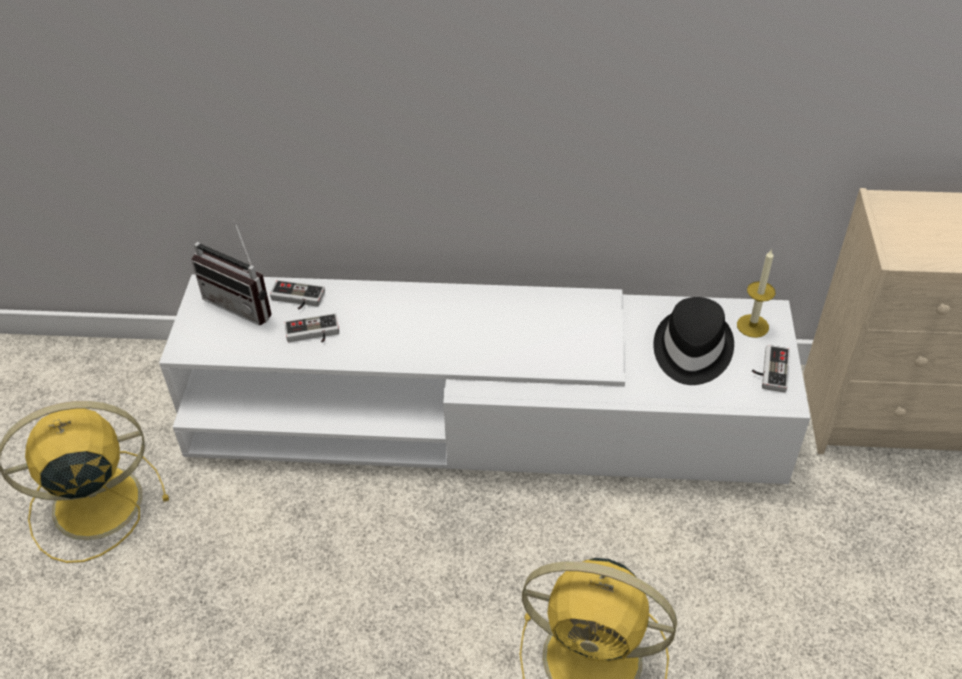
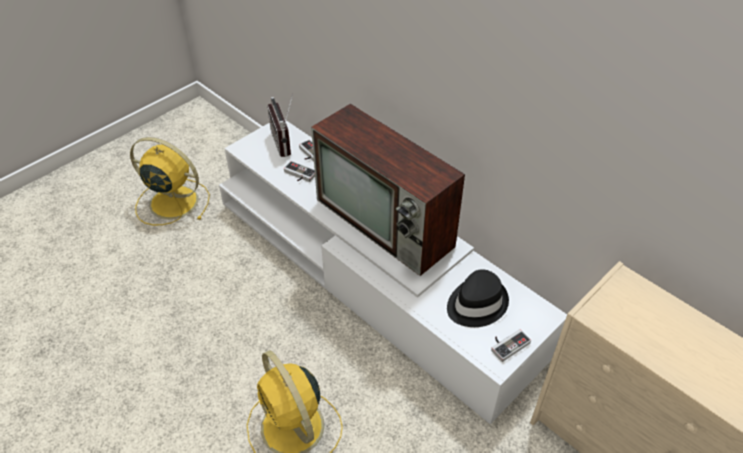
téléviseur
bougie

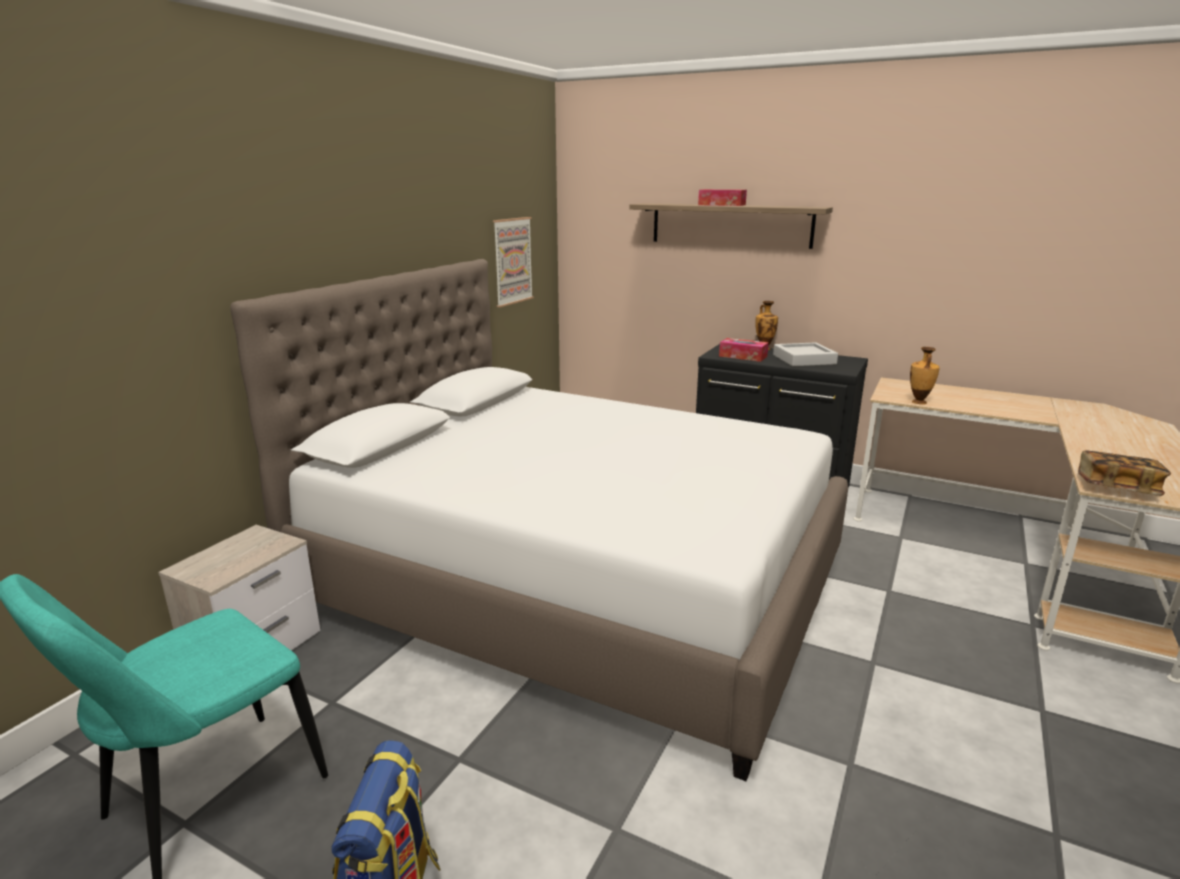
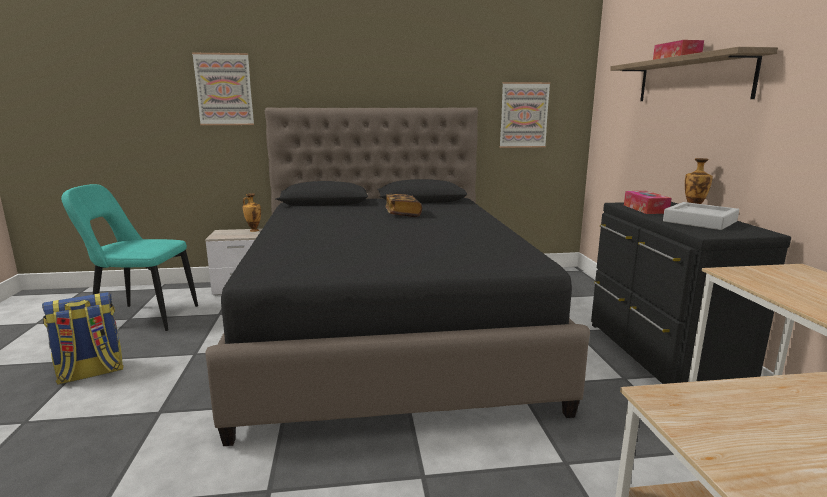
tableau (1st from left)
lit (noir)
vase (1st from left)
livre

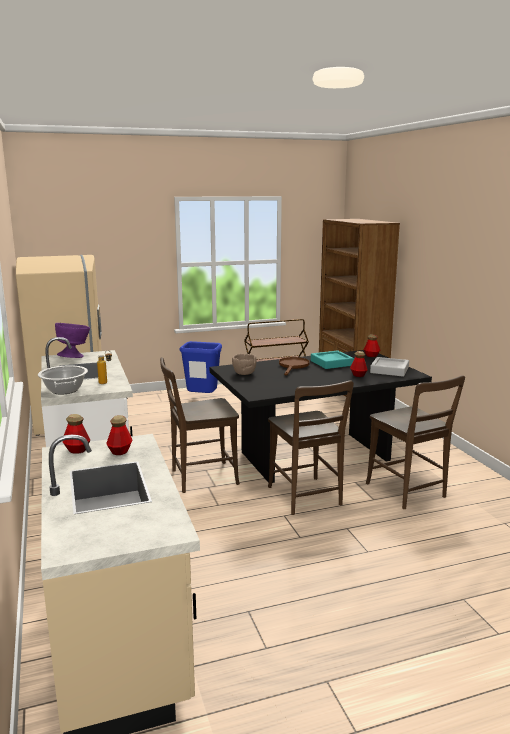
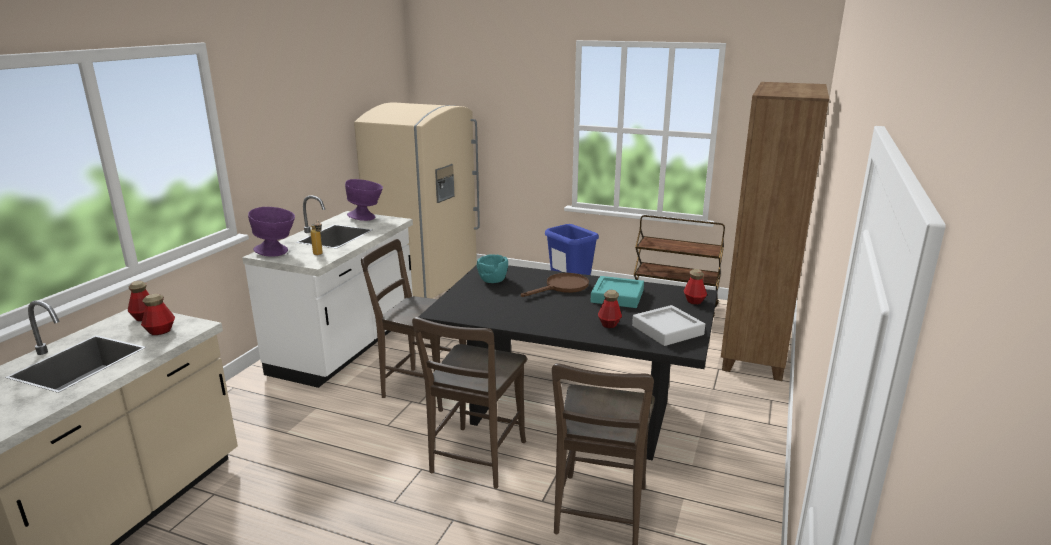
bol (violet) (1st from left)
bol (turquoise)

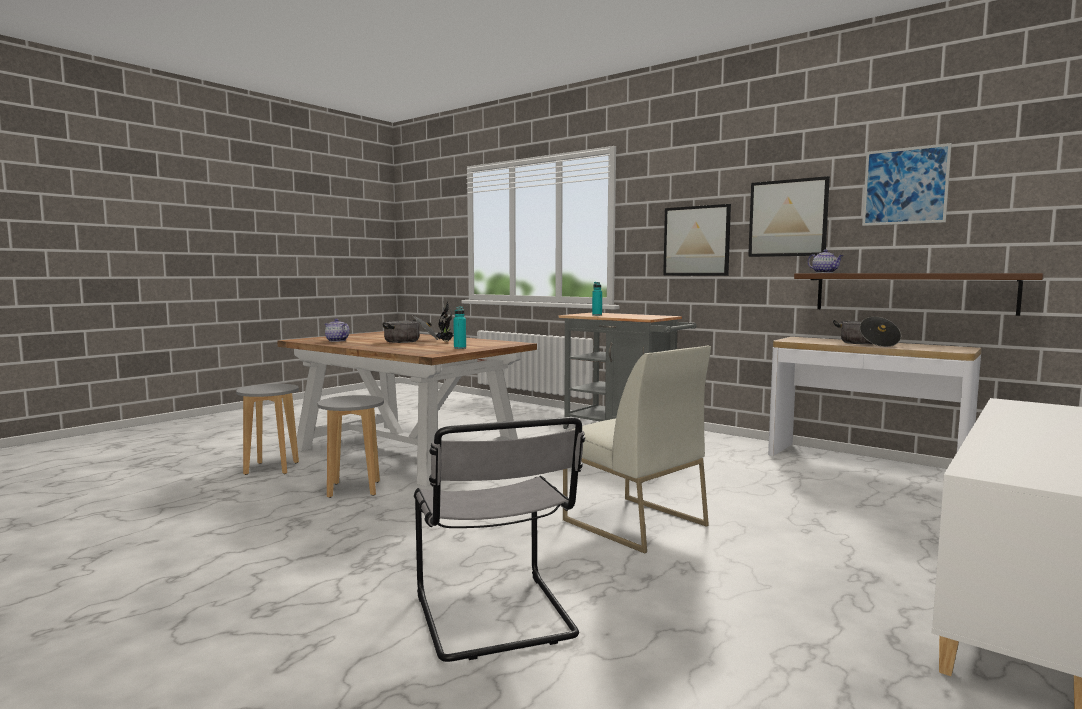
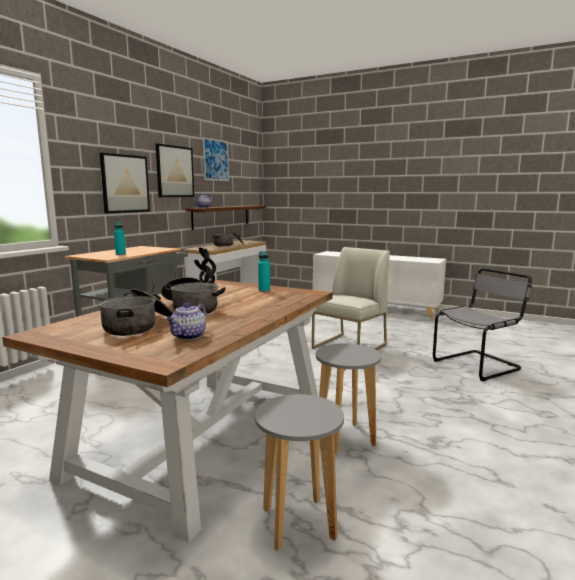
marmite (1st from left)

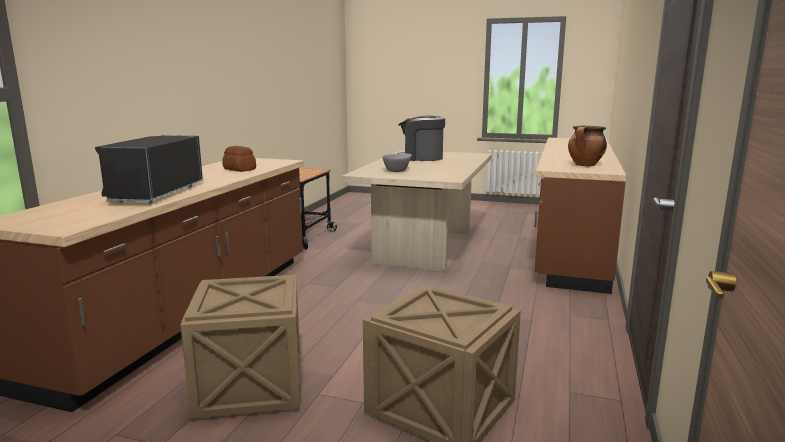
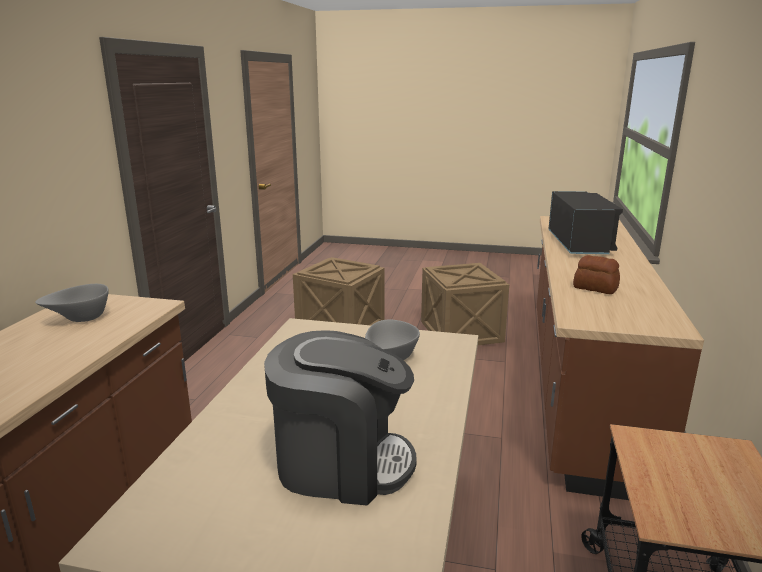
bol (gris) (1st from left)

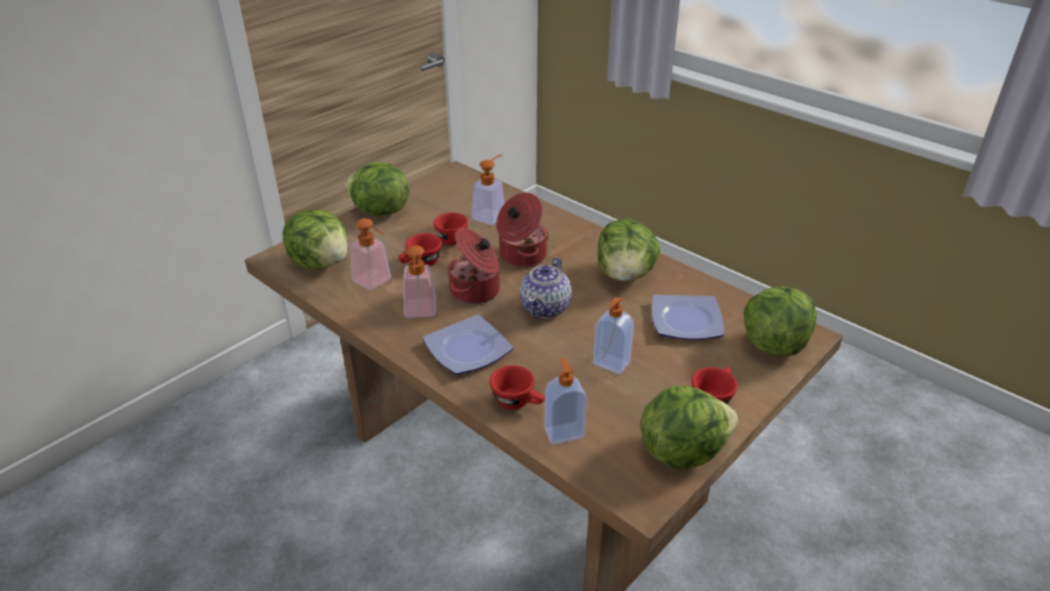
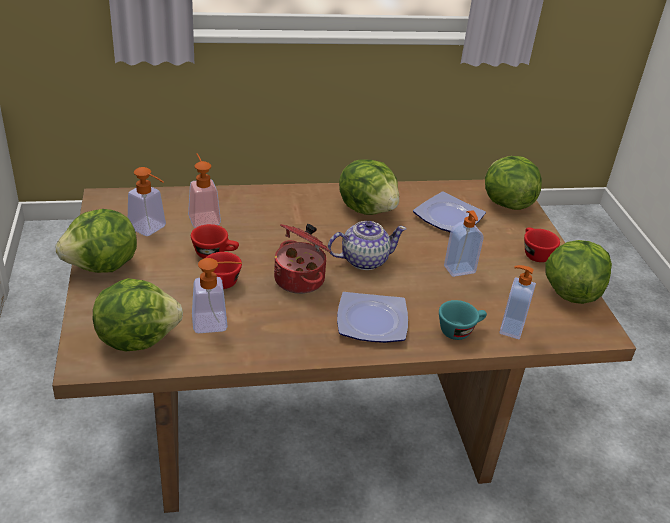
distributeur de savon (1st from left)
théière
tasse (turquoise)
marmite (2nd from left in the first image)

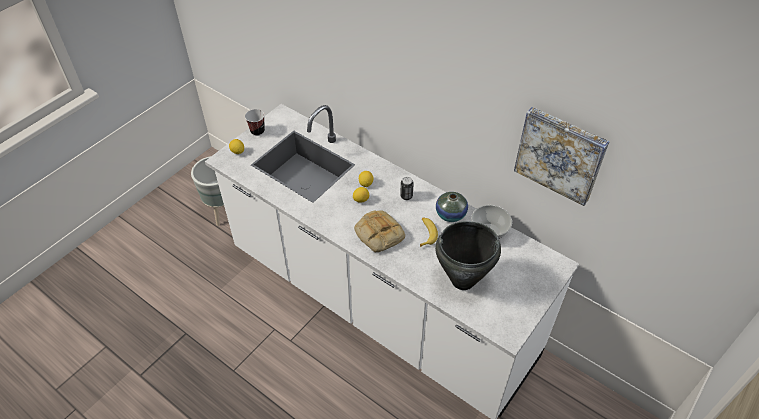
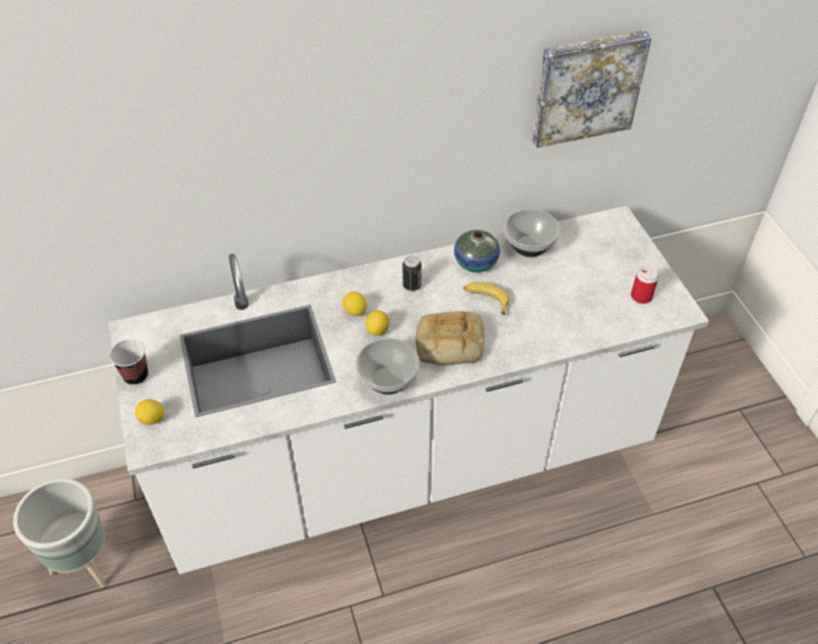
bol (1st from left)
boîte métallique (2nd from left)
marmite (noir)

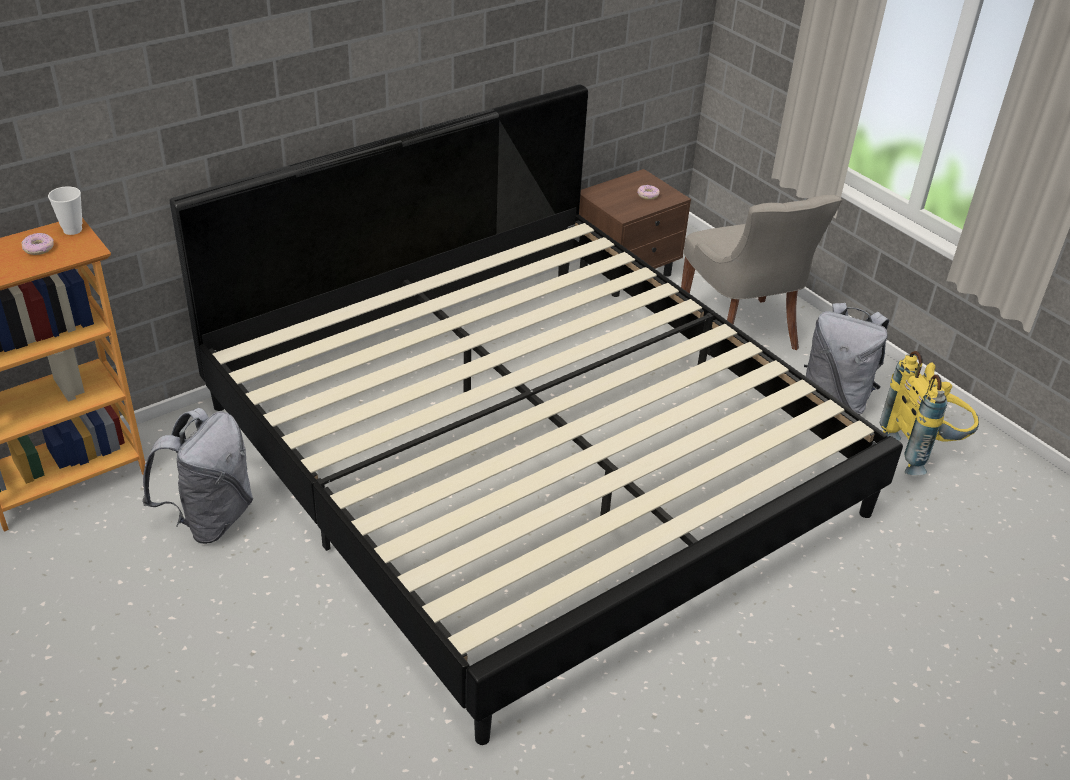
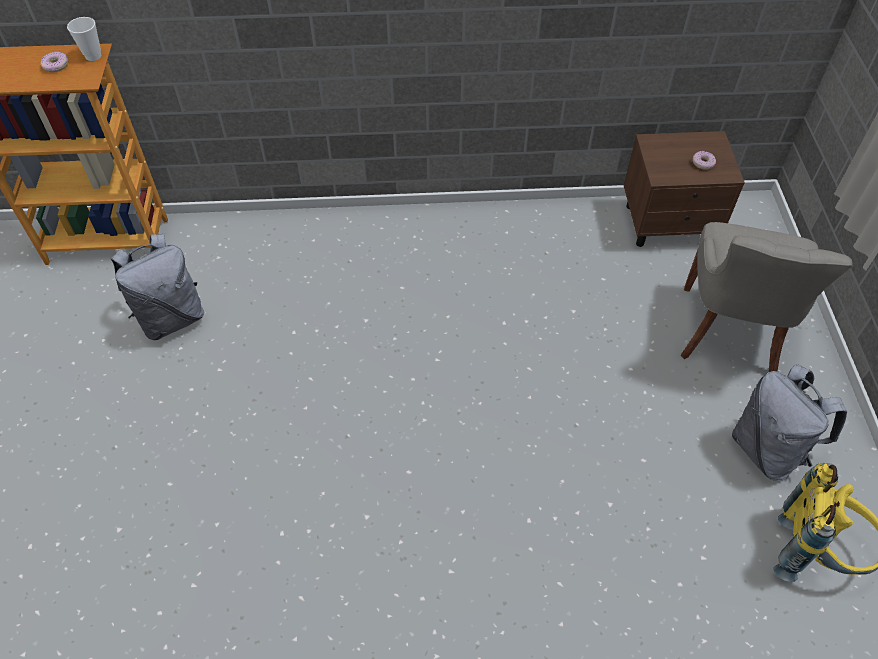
lit

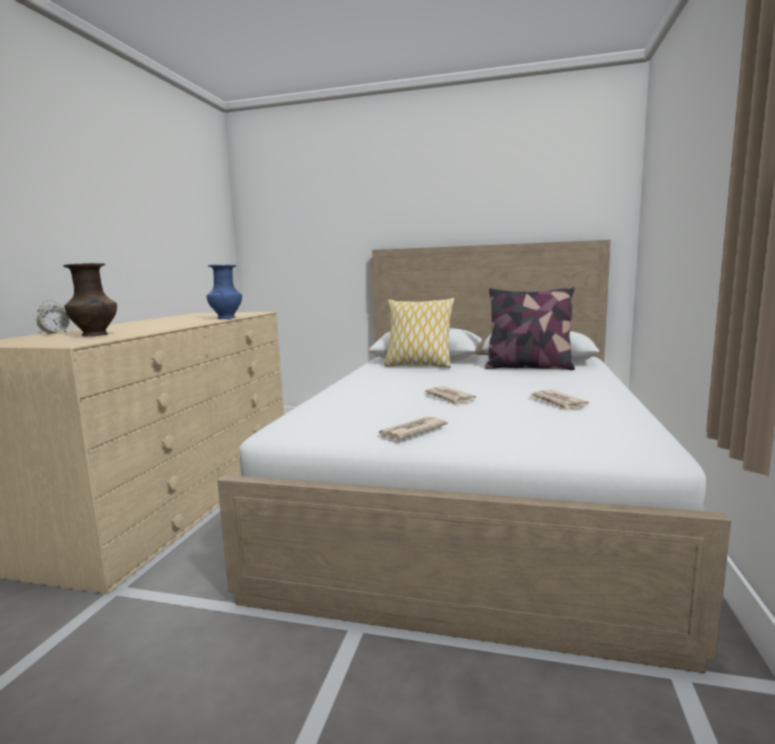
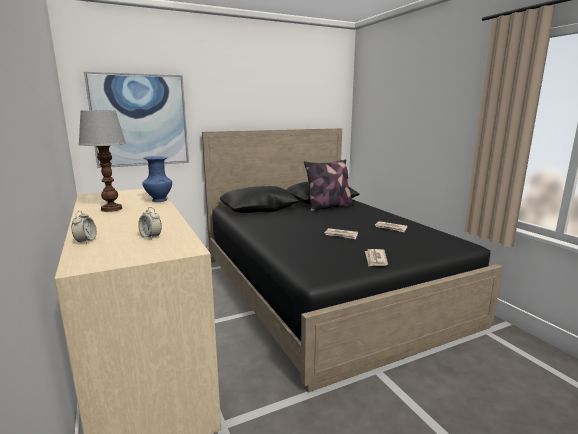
lampe de table
tableau
réveil (2nd from left)
lit (noir)
coussin (1st from left in the first image)

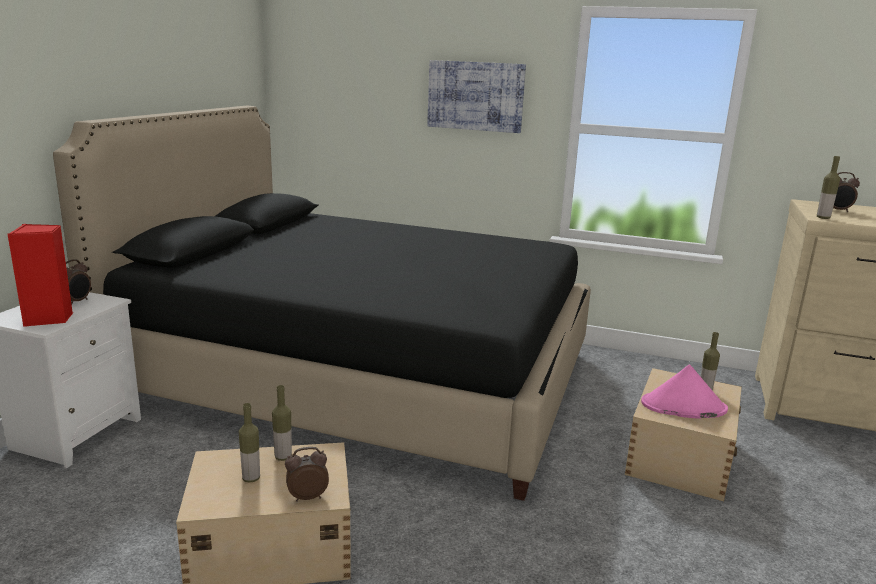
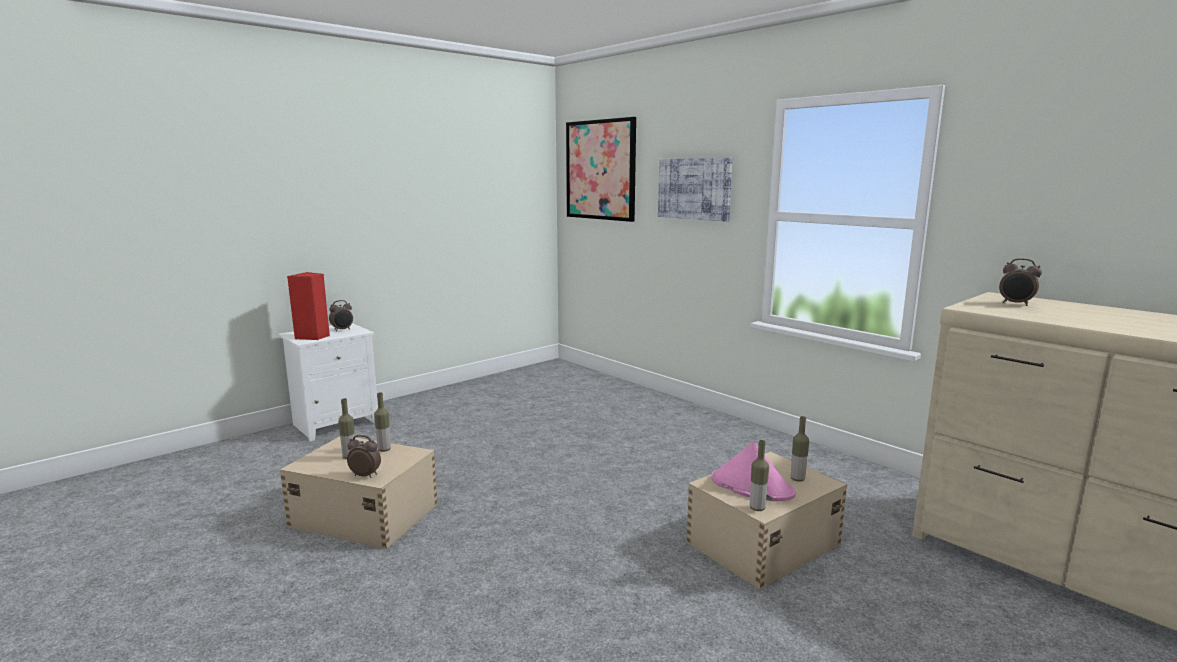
tableau (1st from left)
bouteille (3rd from left)
lit (noir)

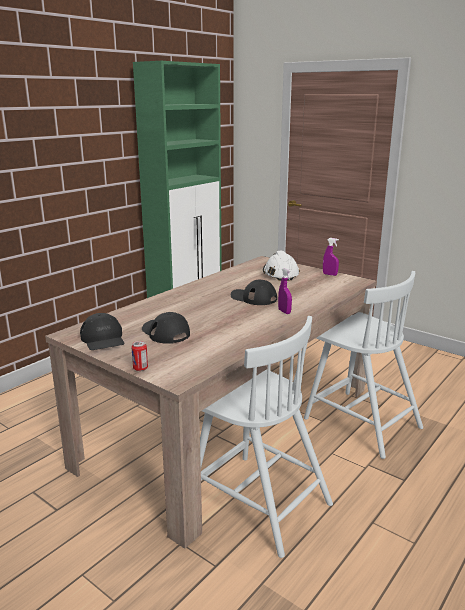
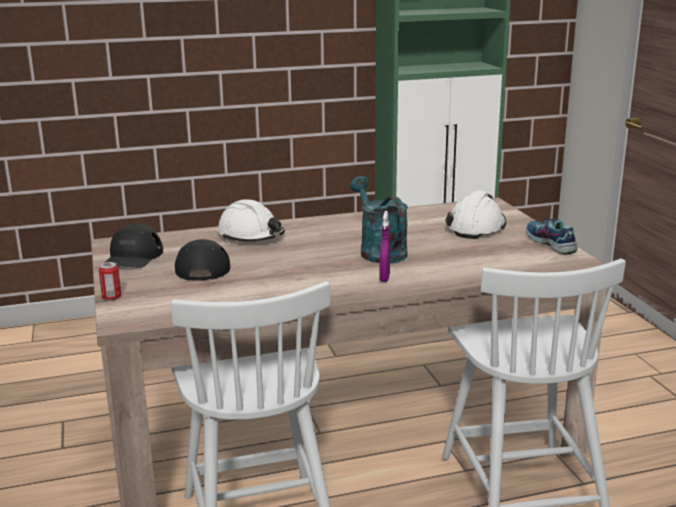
casque de chantier (blanc) (1st from left)
arrosoir (turquoise)
chaussure

